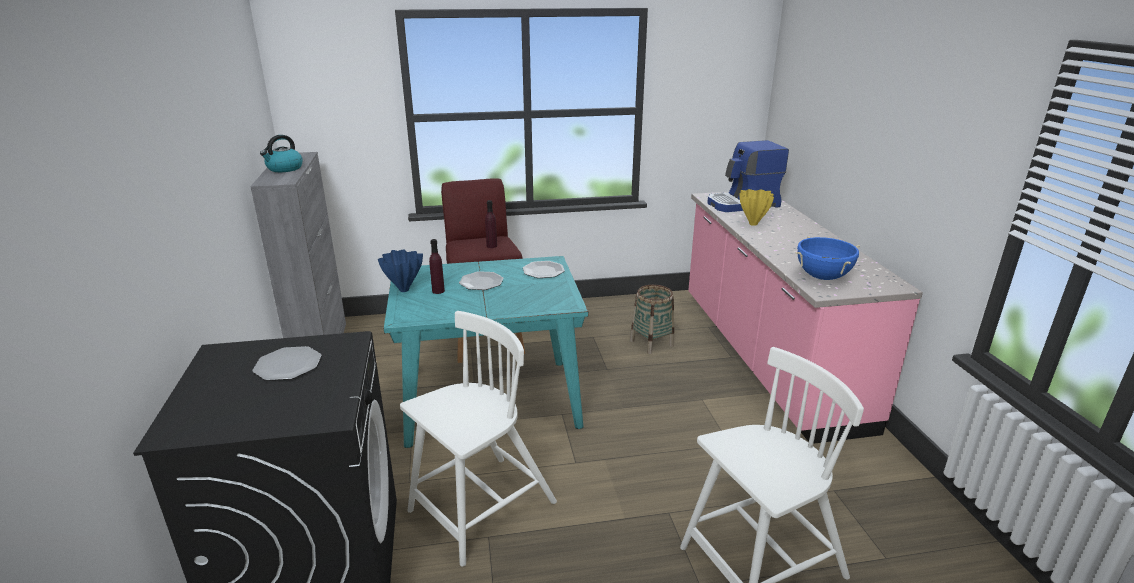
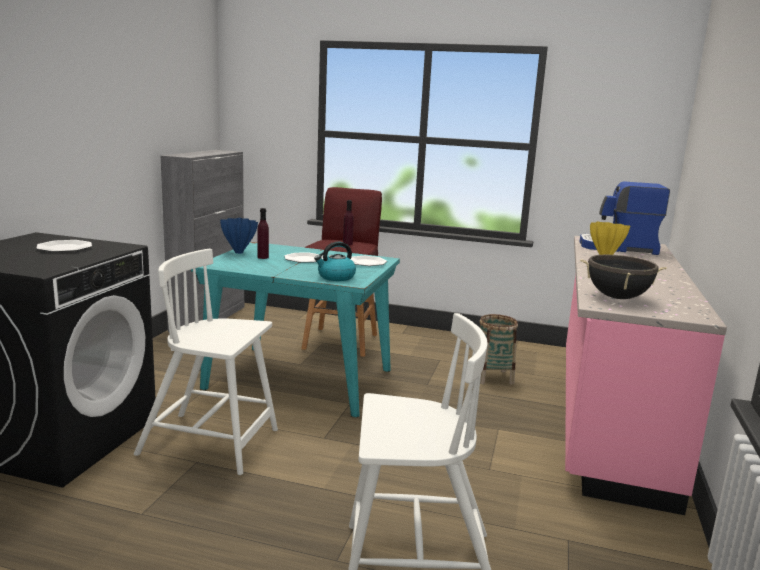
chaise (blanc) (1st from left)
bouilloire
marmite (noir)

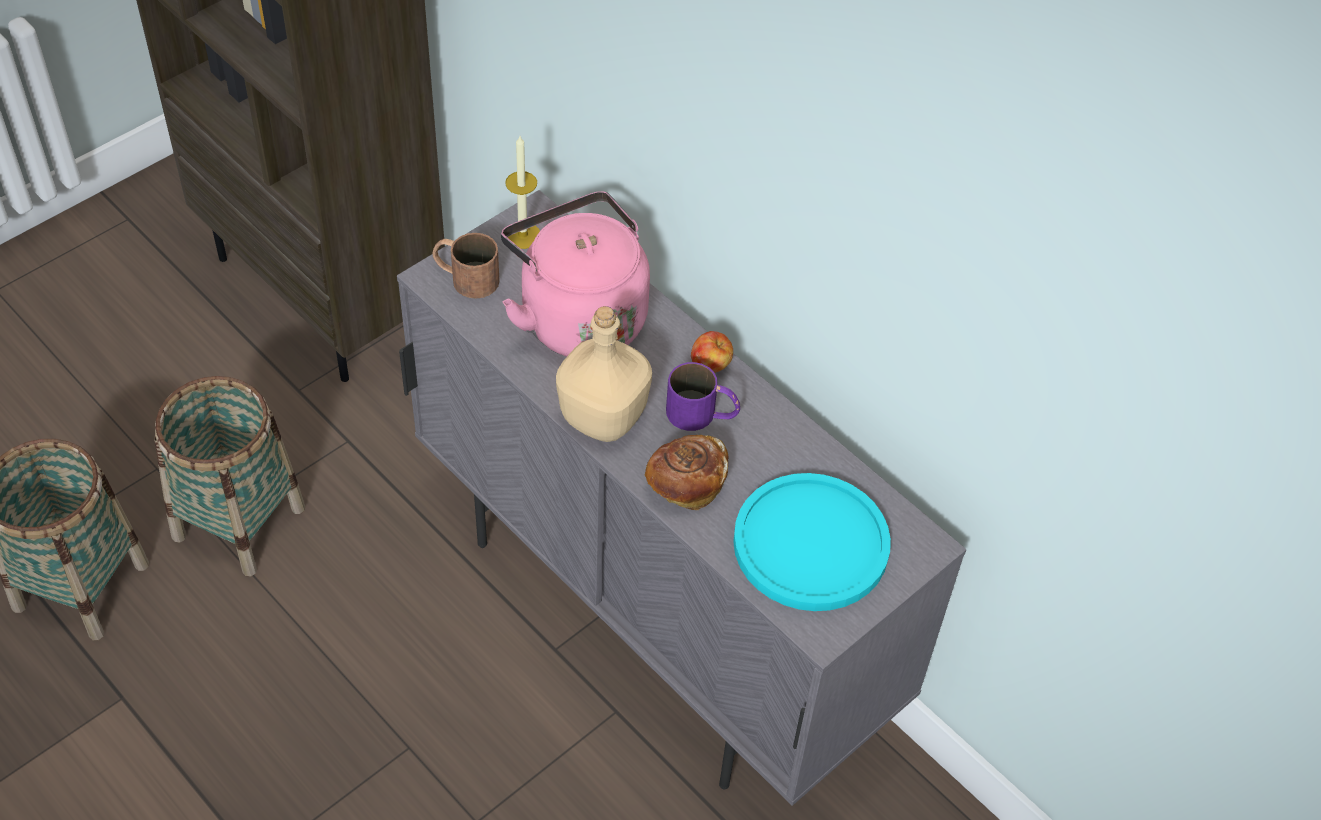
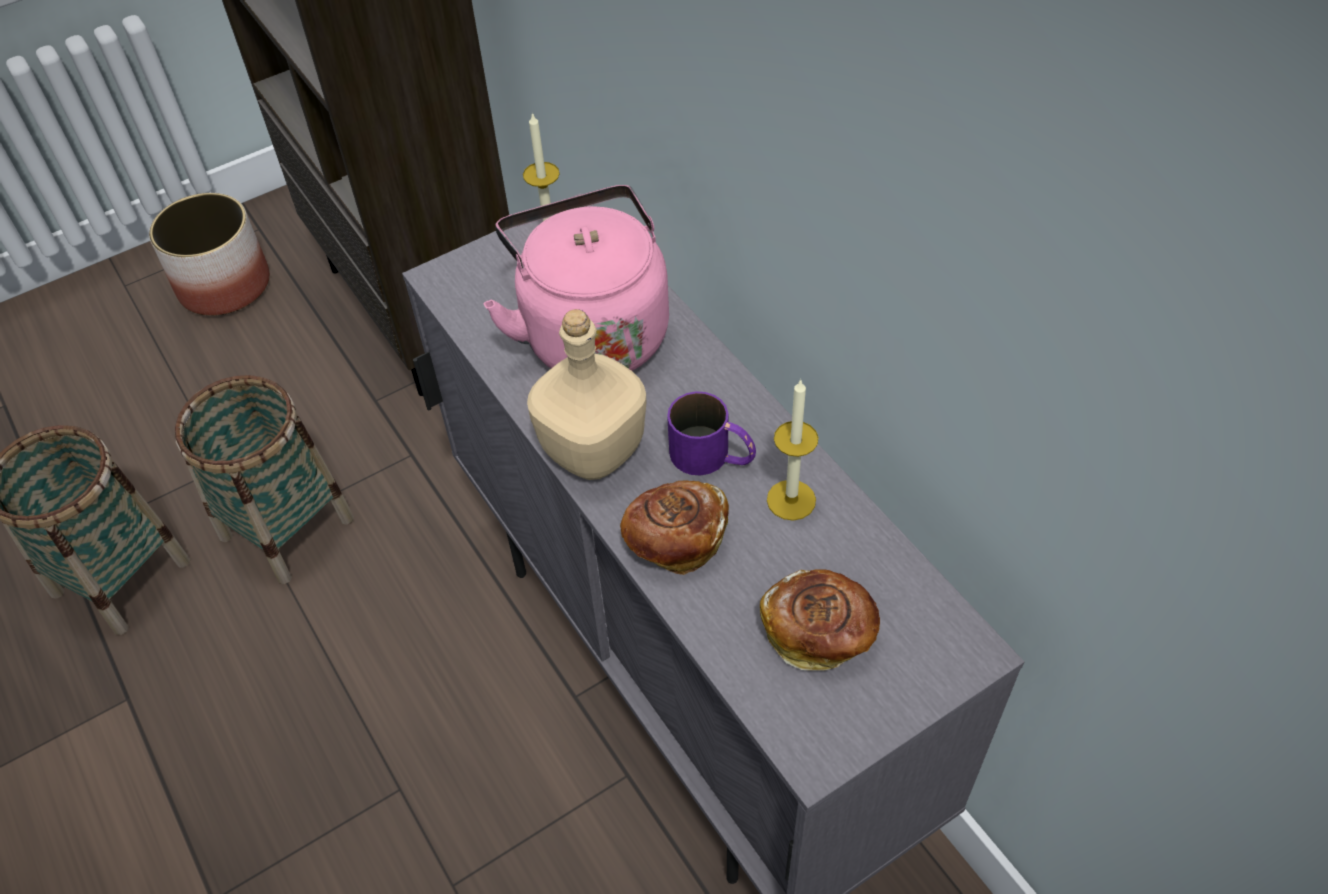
cache-pot
pain (2nd from left)
bougie (2nd from left)
mug (marron)
pomme

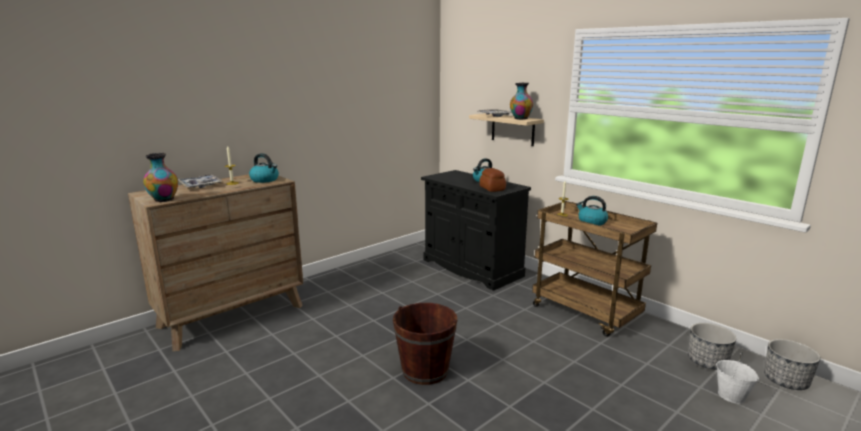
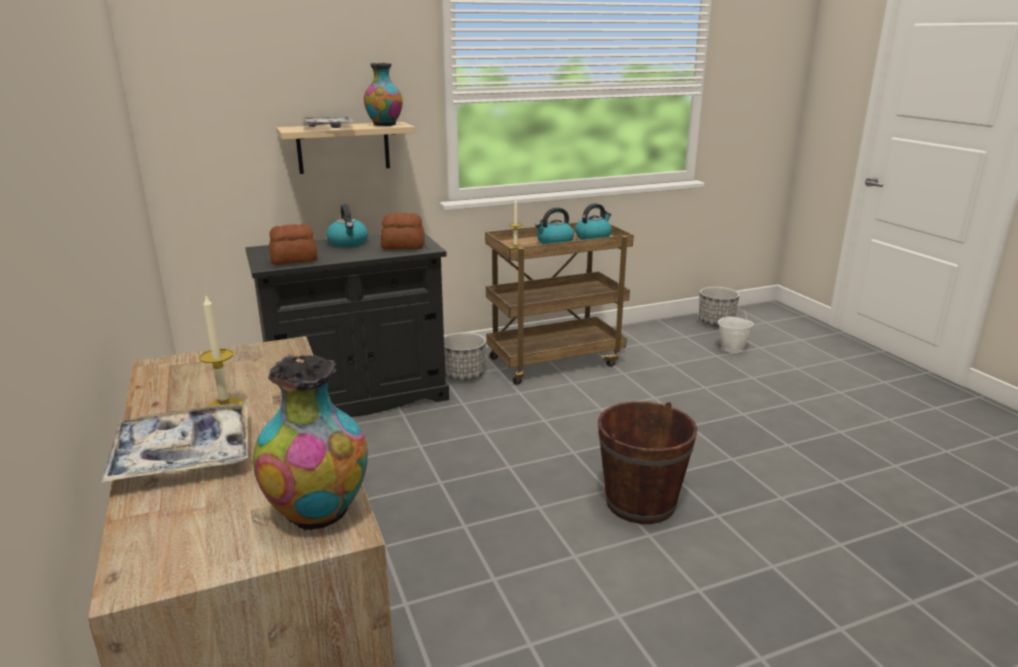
pain (1st from left)
cache-pot (1st from left)
bouilloire (3rd from left)

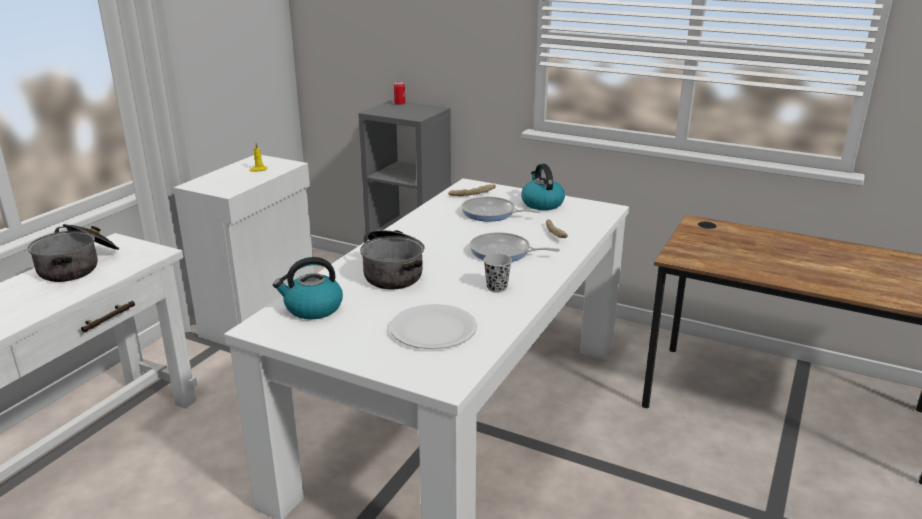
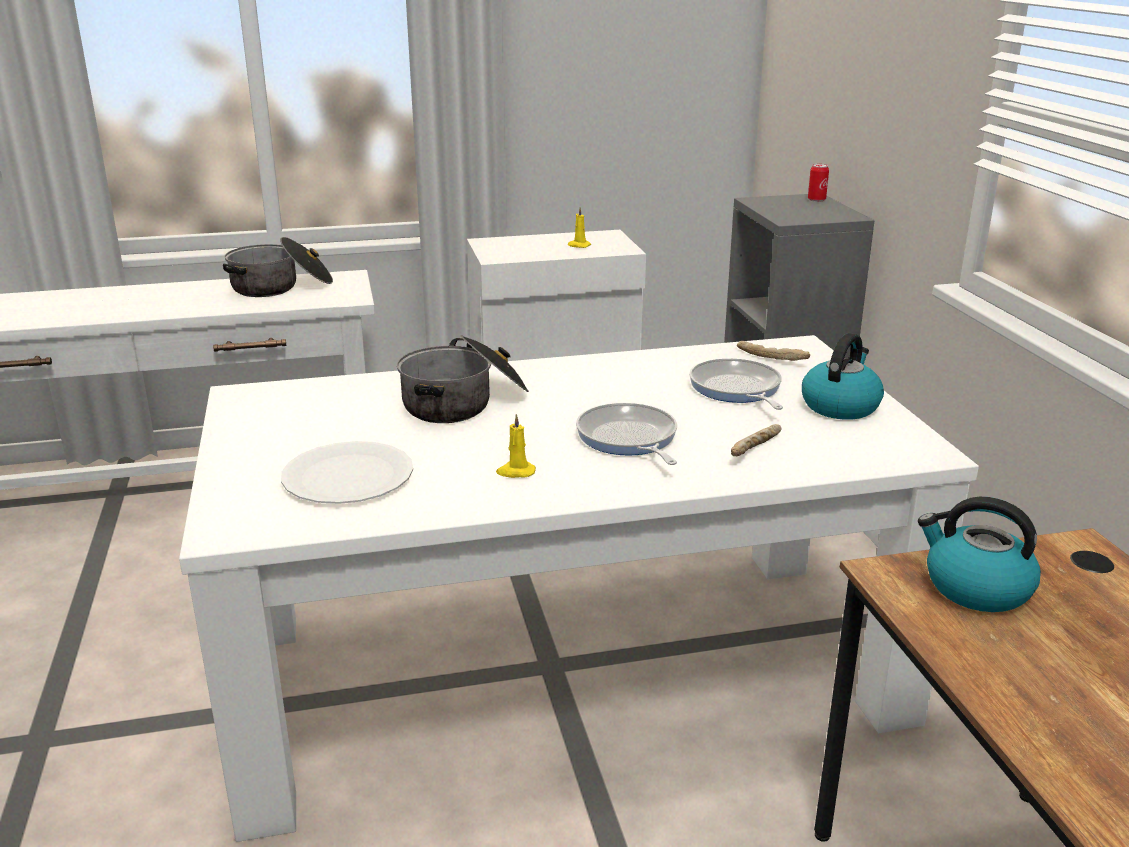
bougie (jaune) (1st from left)
bouilloire (2nd from left)

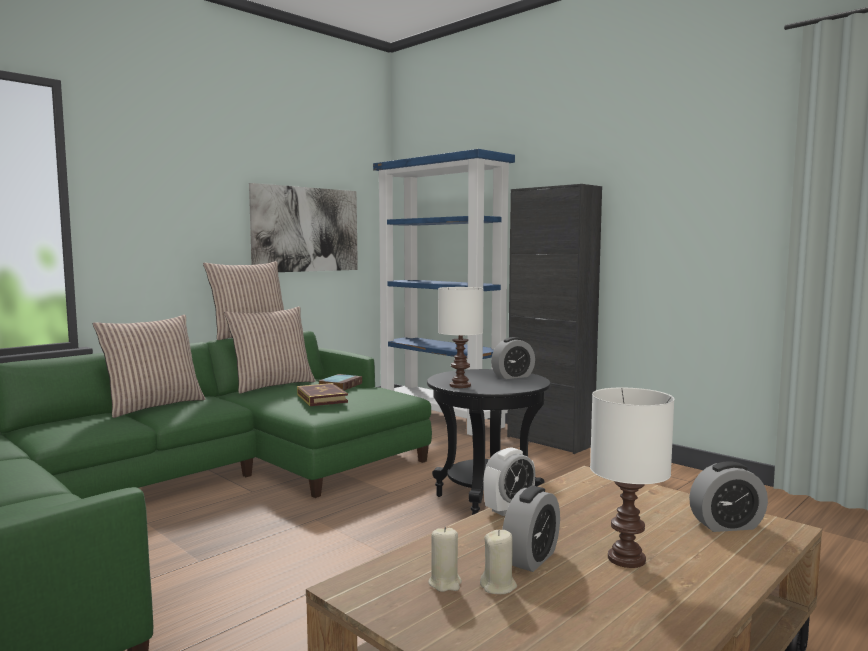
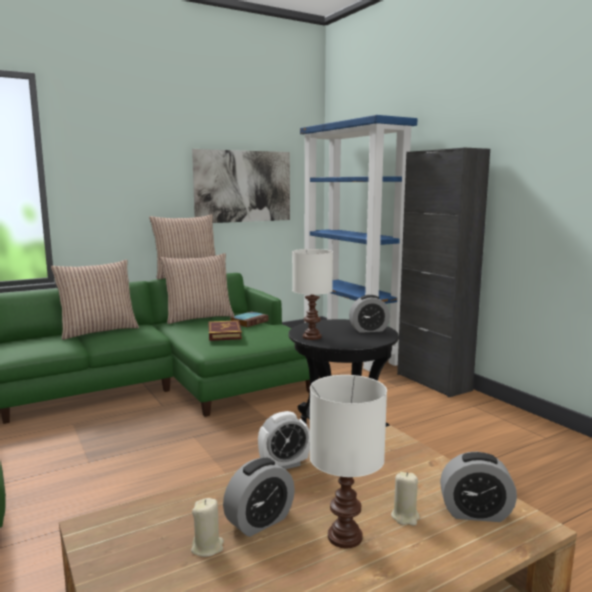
bougie (beige) (2nd from left)

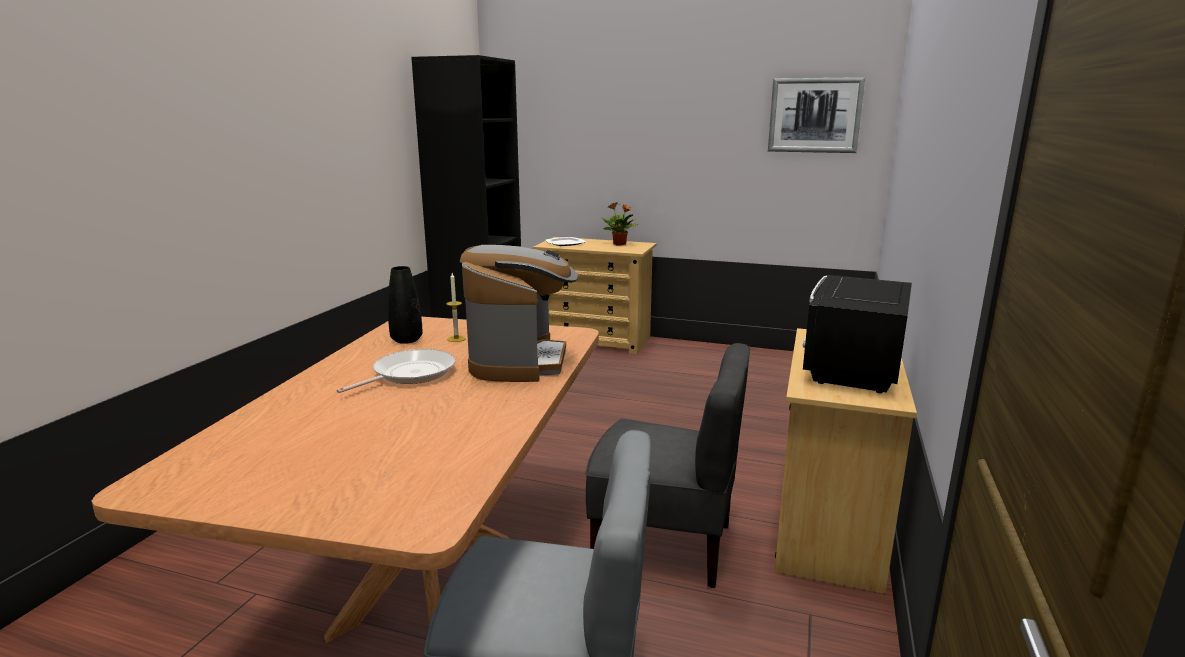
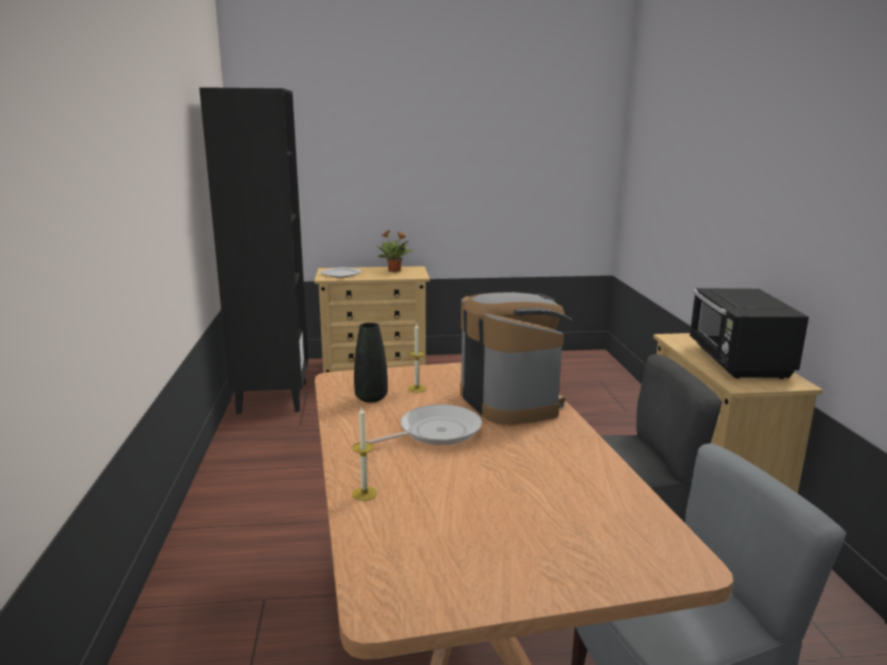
bougie (1st from left)
poêle
tableau

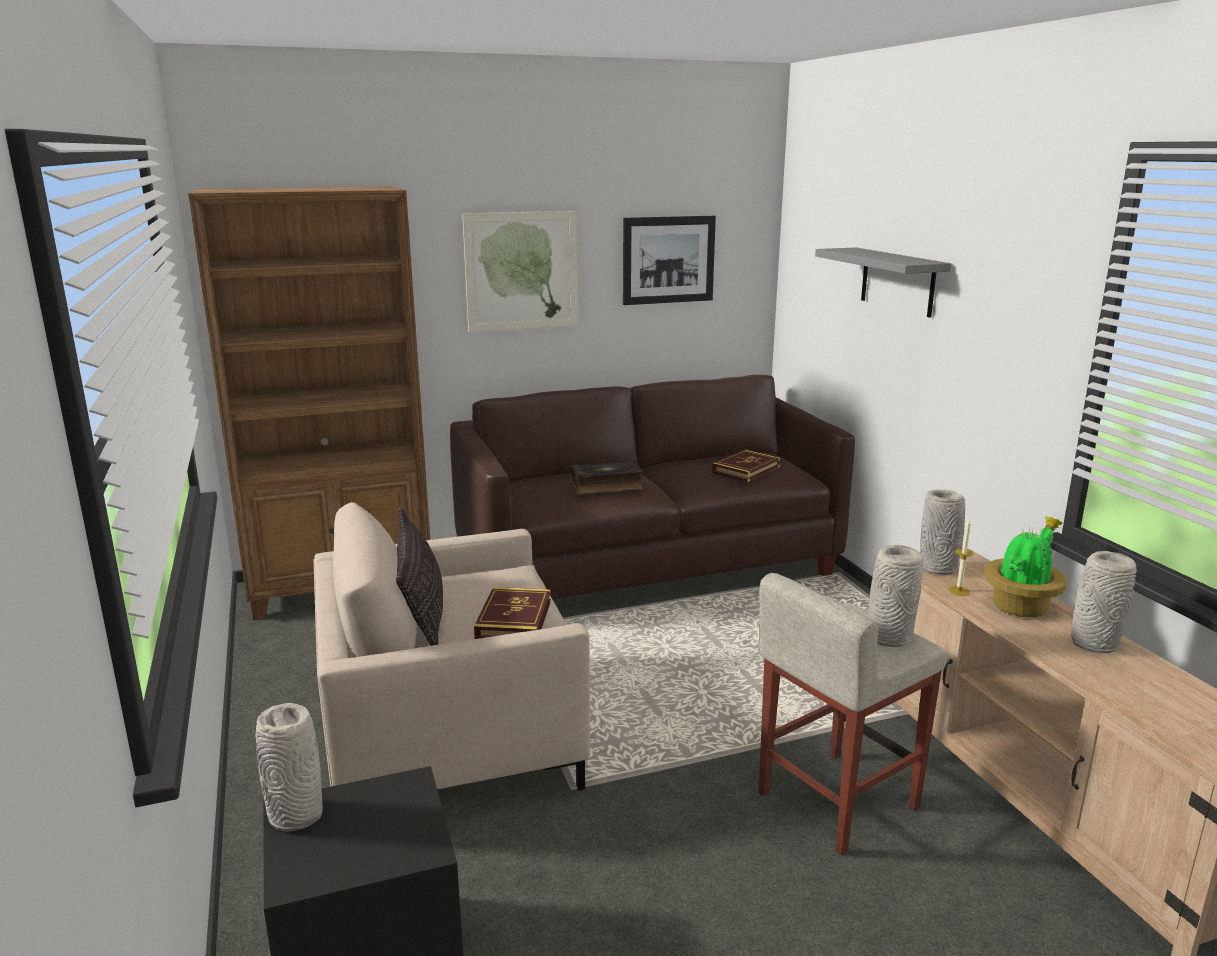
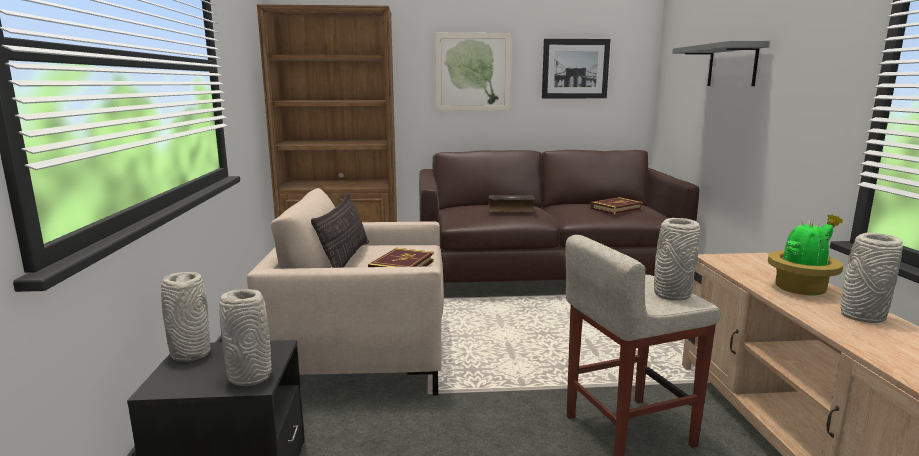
vase (gris) (2nd from left)
bougie

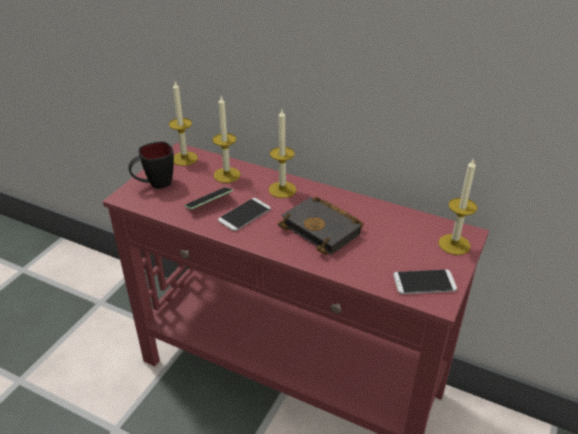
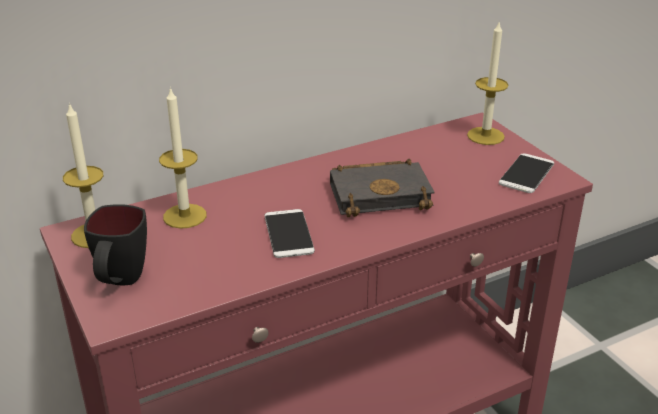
téléphone (1st from left in the first image)
bougie (3rd from left in the first image)

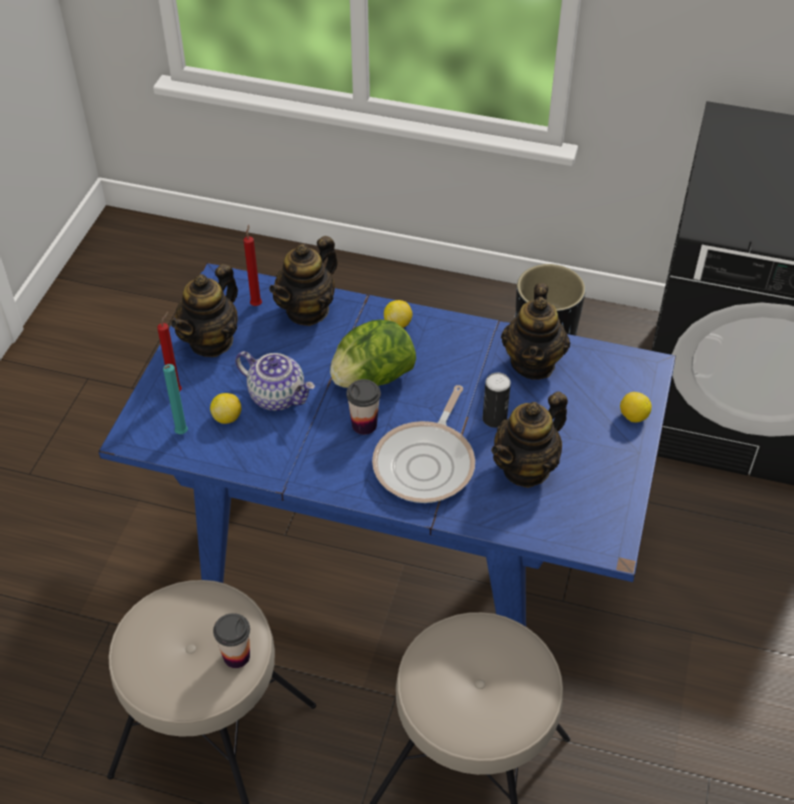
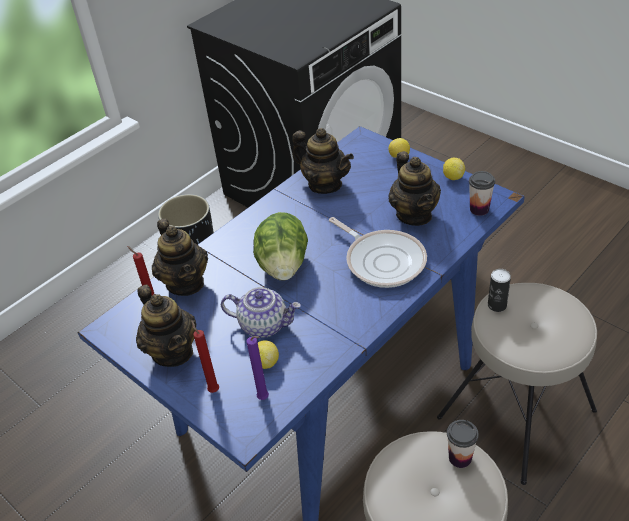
théière (3rd from left)
bougie (violet)
citron (3rd from left)
tasse (2nd from left)
boîte métallique

